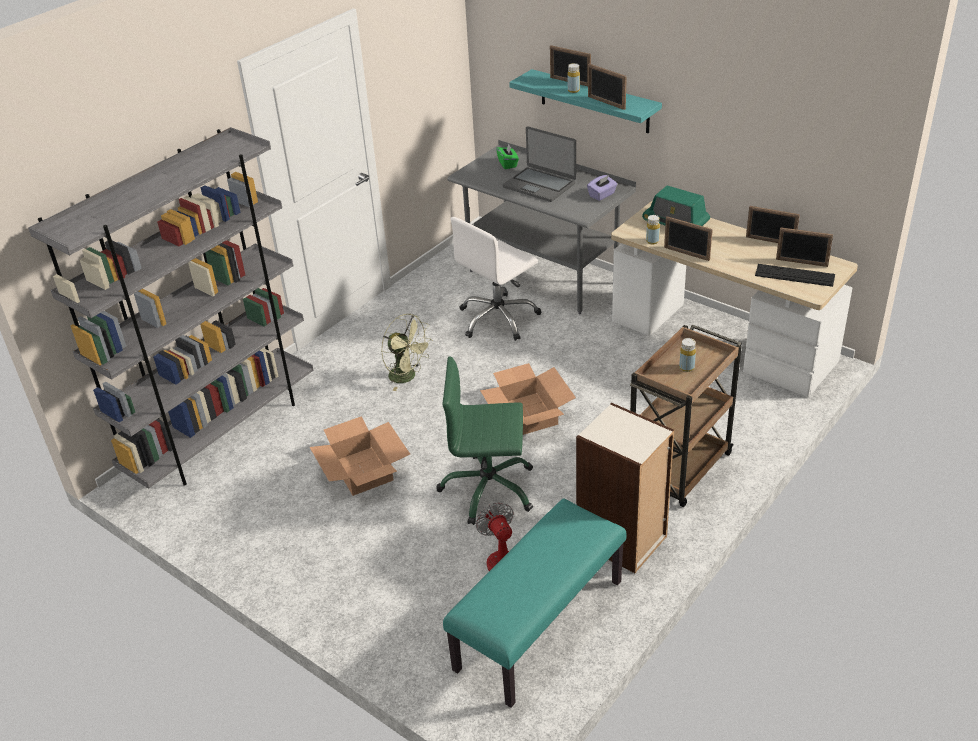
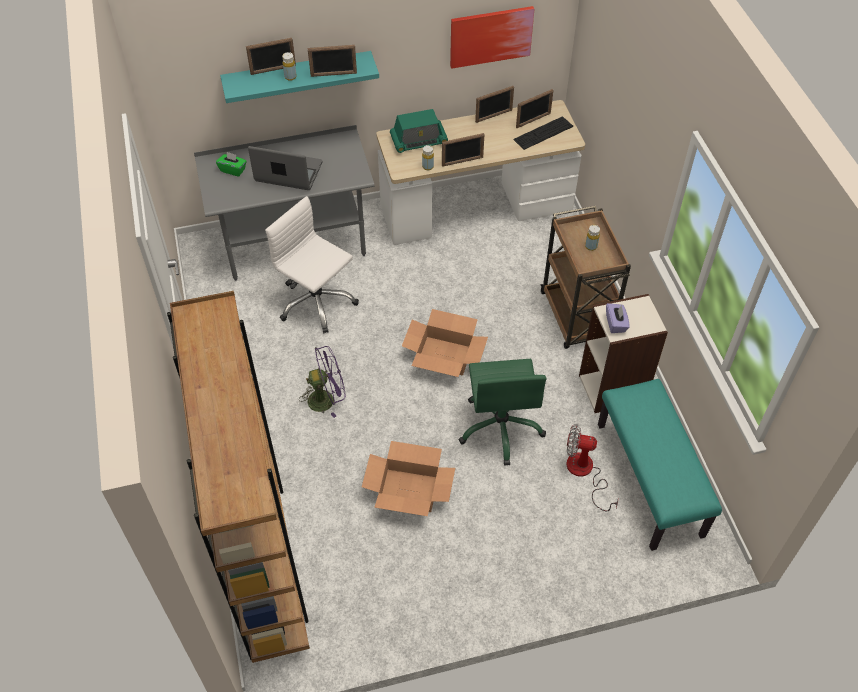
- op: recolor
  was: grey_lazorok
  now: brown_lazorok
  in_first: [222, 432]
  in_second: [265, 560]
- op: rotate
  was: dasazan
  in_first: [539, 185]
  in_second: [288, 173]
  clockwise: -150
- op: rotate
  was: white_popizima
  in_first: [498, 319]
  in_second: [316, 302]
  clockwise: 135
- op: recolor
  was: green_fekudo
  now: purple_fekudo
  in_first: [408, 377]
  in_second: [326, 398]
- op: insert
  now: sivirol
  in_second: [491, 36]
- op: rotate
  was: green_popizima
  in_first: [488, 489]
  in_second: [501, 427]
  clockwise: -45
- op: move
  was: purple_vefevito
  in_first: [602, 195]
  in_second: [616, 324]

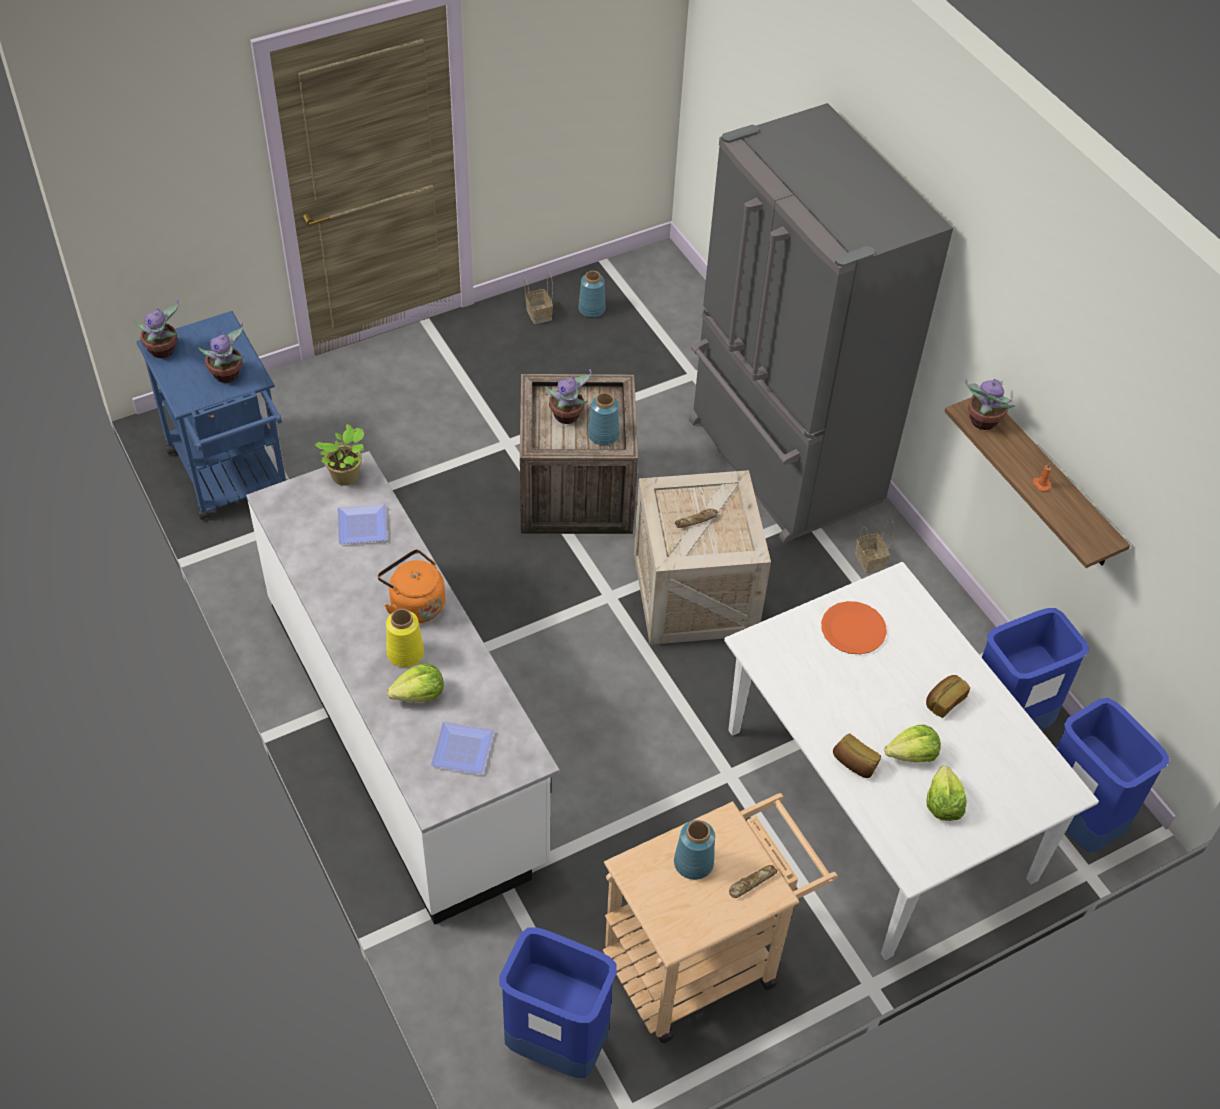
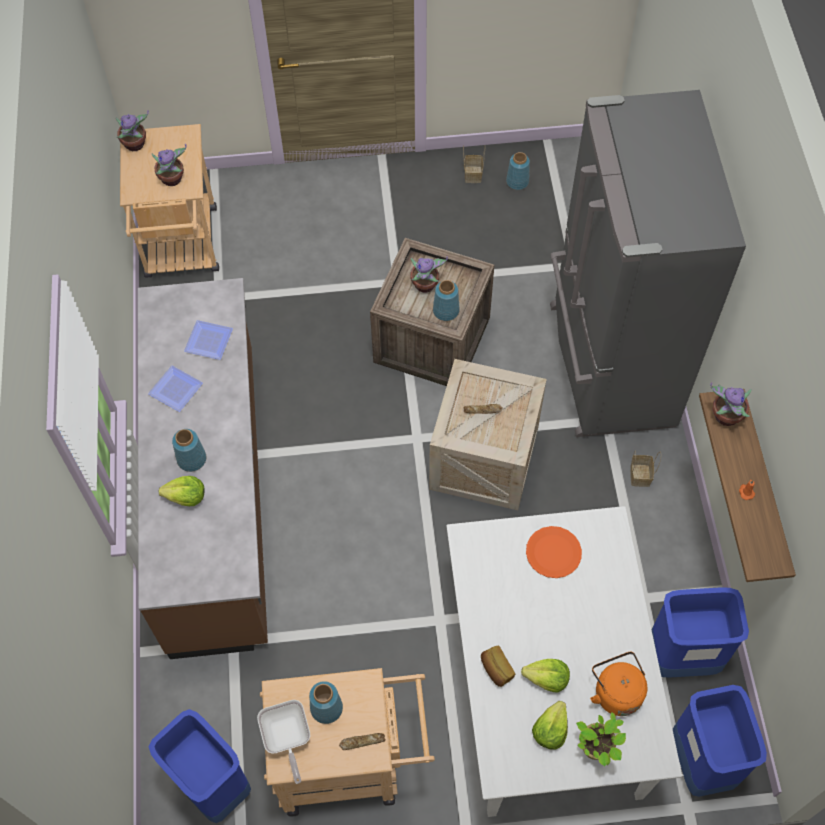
- op: recolor
  was: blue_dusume
  now: beige_dusume
  in_first: [232, 478]
  in_second: [182, 249]
- op: recolor
  was: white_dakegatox
  now: brown_dakegatox
  in_first: [405, 730]
  in_second: [216, 497]
- op: move
  was: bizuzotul
  in_first: [465, 748]
  in_second: [178, 389]
- op: recolor
  was: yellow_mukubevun
  now: blue_mukubevun
  in_first: [405, 653]
  in_second: [191, 458]
- op: insert
  now: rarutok
  in_second: [287, 738]
- op: move
  was: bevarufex
  in_first: [347, 477]
  in_second: [596, 749]
- op: move
  was: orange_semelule
  in_first: [414, 604]
  in_second: [616, 691]
- op: delete
  was: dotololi
  in_first: [944, 701]

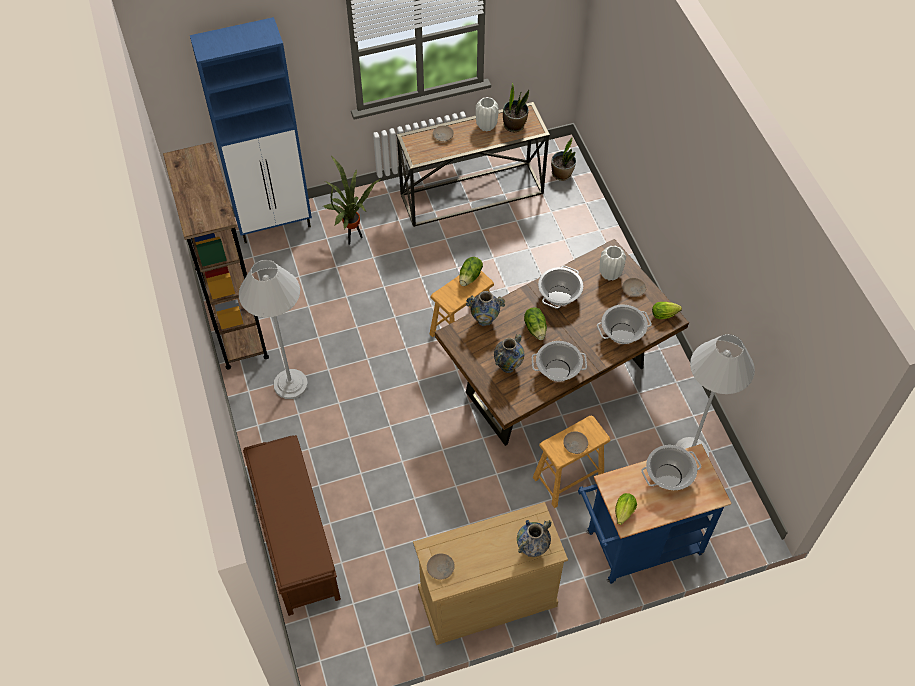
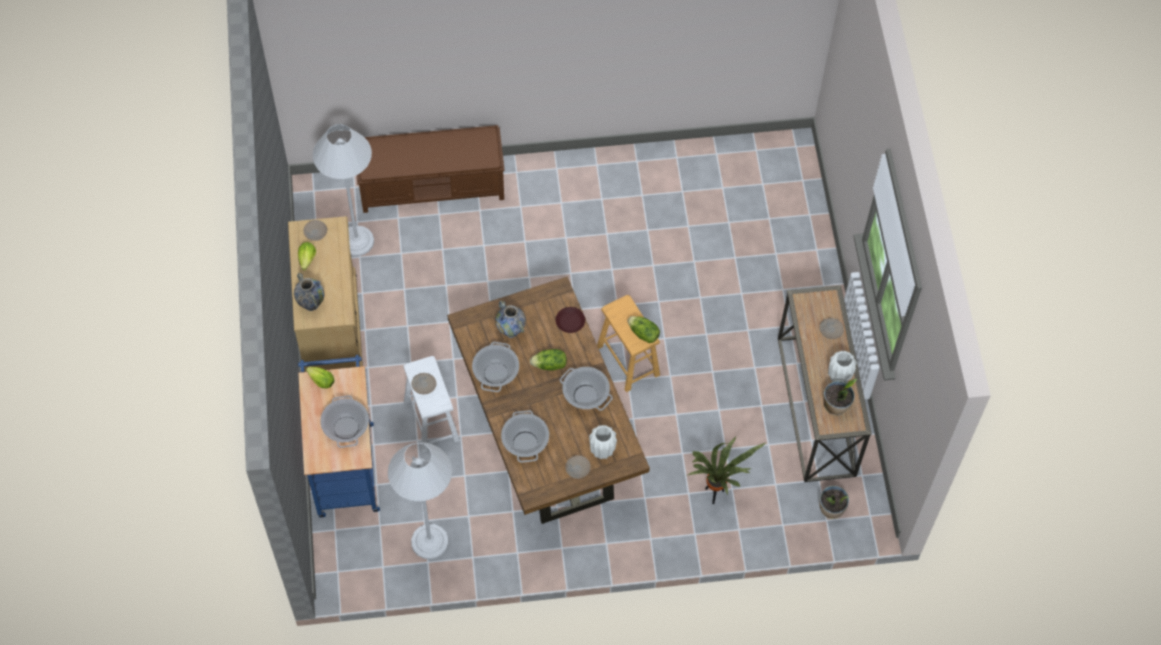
- op: move
  was: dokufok
  in_first: [665, 314]
  in_second: [307, 261]
- op: move
  was: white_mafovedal
  in_first: [290, 384]
  in_second: [356, 241]
- op: recolor
  was: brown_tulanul
  now: white_tulanul
  in_first: [568, 478]
  in_second: [431, 421]
- op: replace
  was: mukubevun
  now: brown_bizuzotul
  in_first: [484, 320]
  in_second: [570, 322]
- op: move
  was: bevarufex
  in_first: [353, 237]
  in_second: [715, 494]
- op: delete
  was: brown_lazorok
  in_first: [237, 325]
- op: delete
  was: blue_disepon
  in_first: [275, 224]

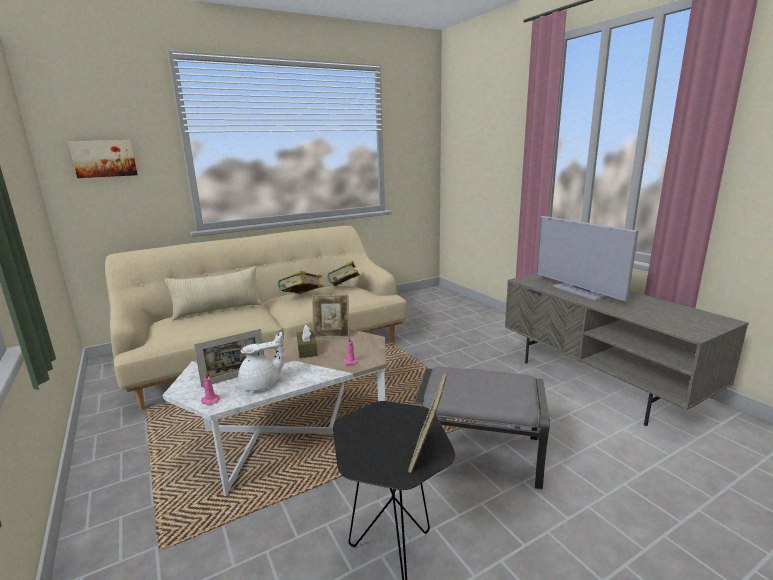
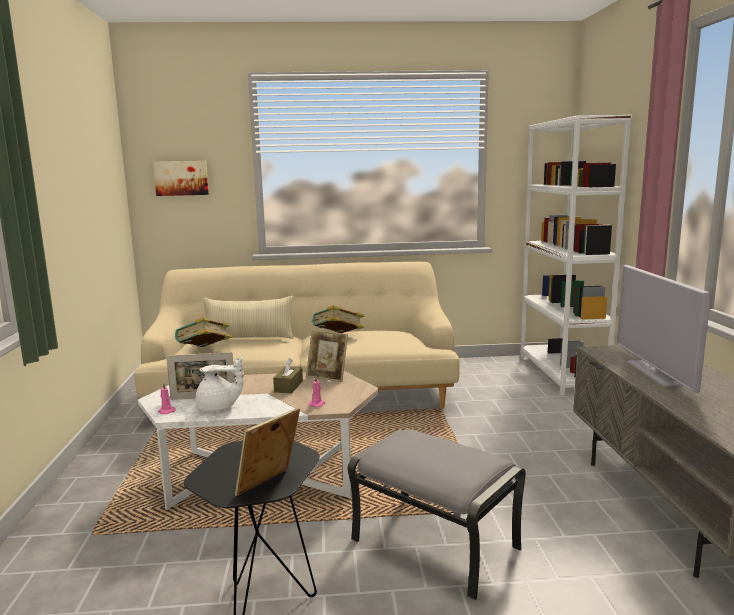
- op: move
  was: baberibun
  in_first: [344, 288]
  in_second: [204, 351]
- op: insert
  now: white_lazorok
  in_second: [561, 373]

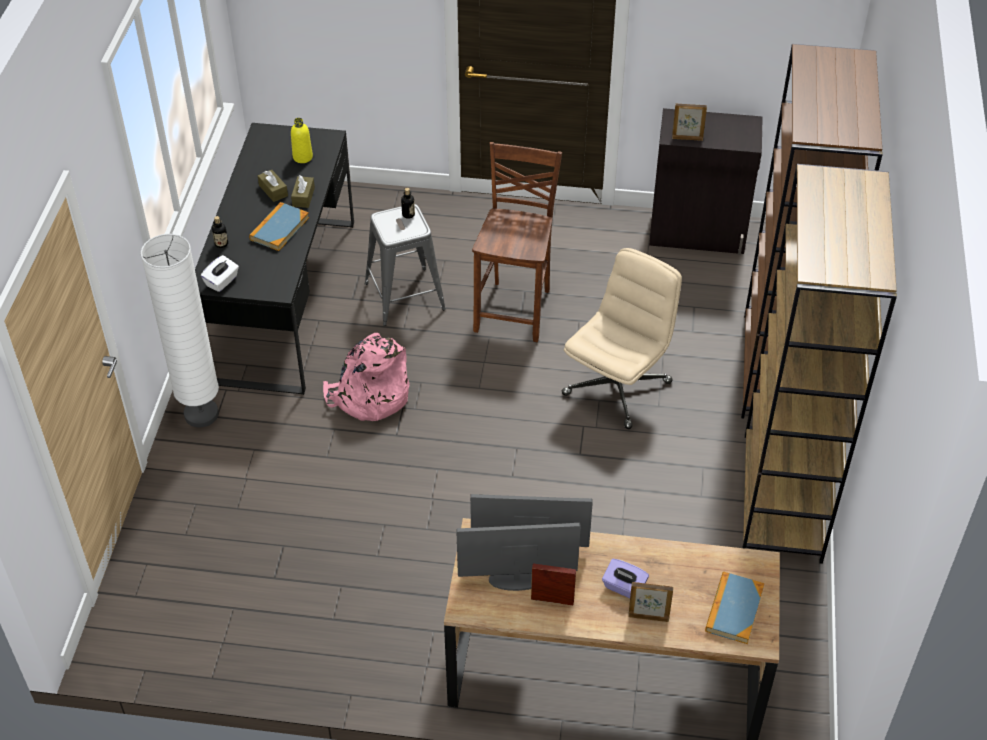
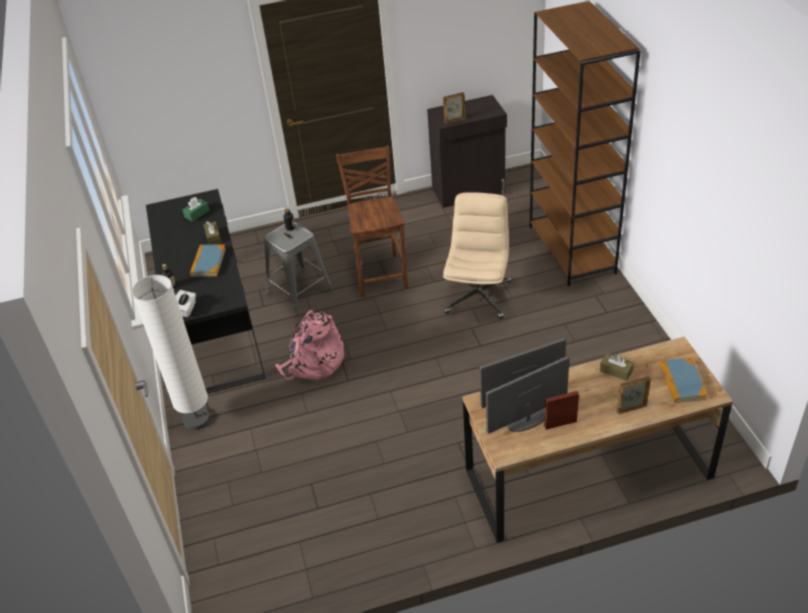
- op: replace
  was: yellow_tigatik
  now: green_vefevito
  in_first: [302, 157]
  in_second: [197, 214]
- op: move
  was: brown_vefevito
  in_first: [273, 190]
  in_second: [616, 371]
- op: delete
  was: purple_vefevito
  in_first: [624, 587]
- op: delete
  was: brown_lazorok
  in_first: [783, 498]

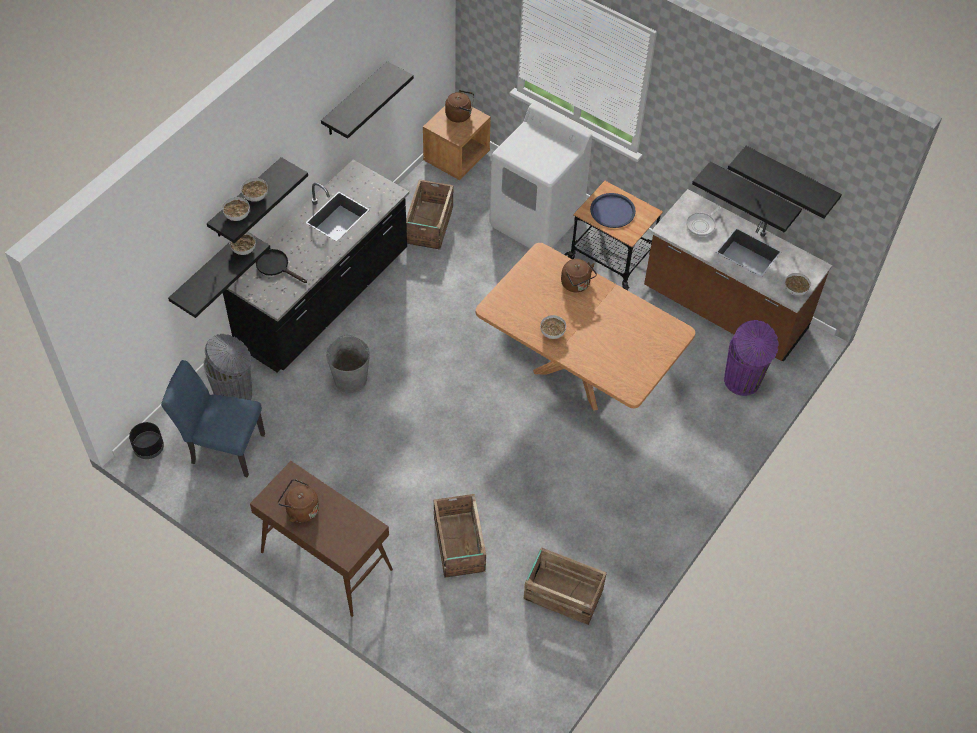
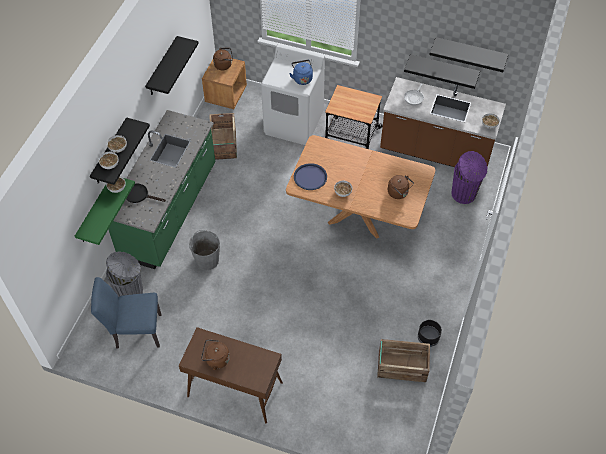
- op: recolor
  was: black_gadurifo
  now: green_gadurifo
  in_first: [208, 272]
  in_second: [95, 210]
- op: recolor
  was: black_dakegatox
  now: green_dakegatox
  in_first: [324, 299]
  in_second: [170, 211]
- op: insert
  now: blue_semelule
  in_second: [302, 78]
- op: move
  was: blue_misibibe
  in_first: [612, 211]
  in_second: [310, 177]
- op: move
  was: brown_semelule
  in_first: [576, 284]
  in_second: [399, 193]
- op: move
  was: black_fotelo
  in_first: [149, 447]
  in_second: [428, 337]
- op: delete
  was: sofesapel
  in_first: [459, 545]

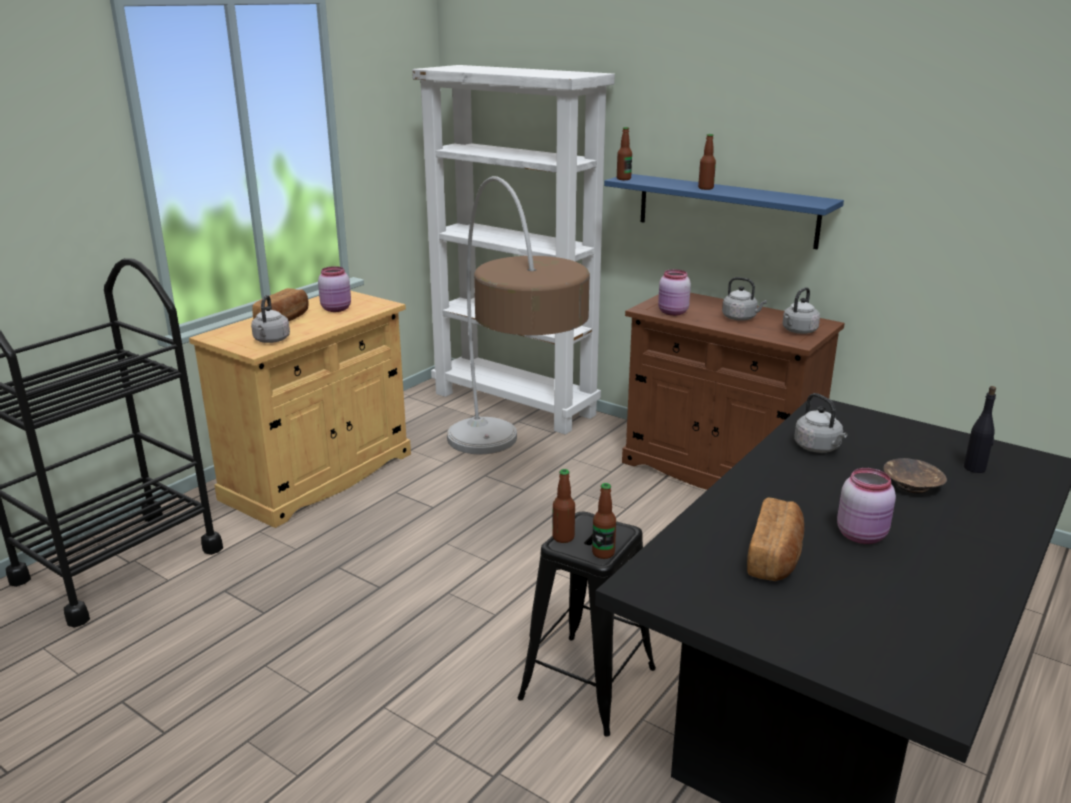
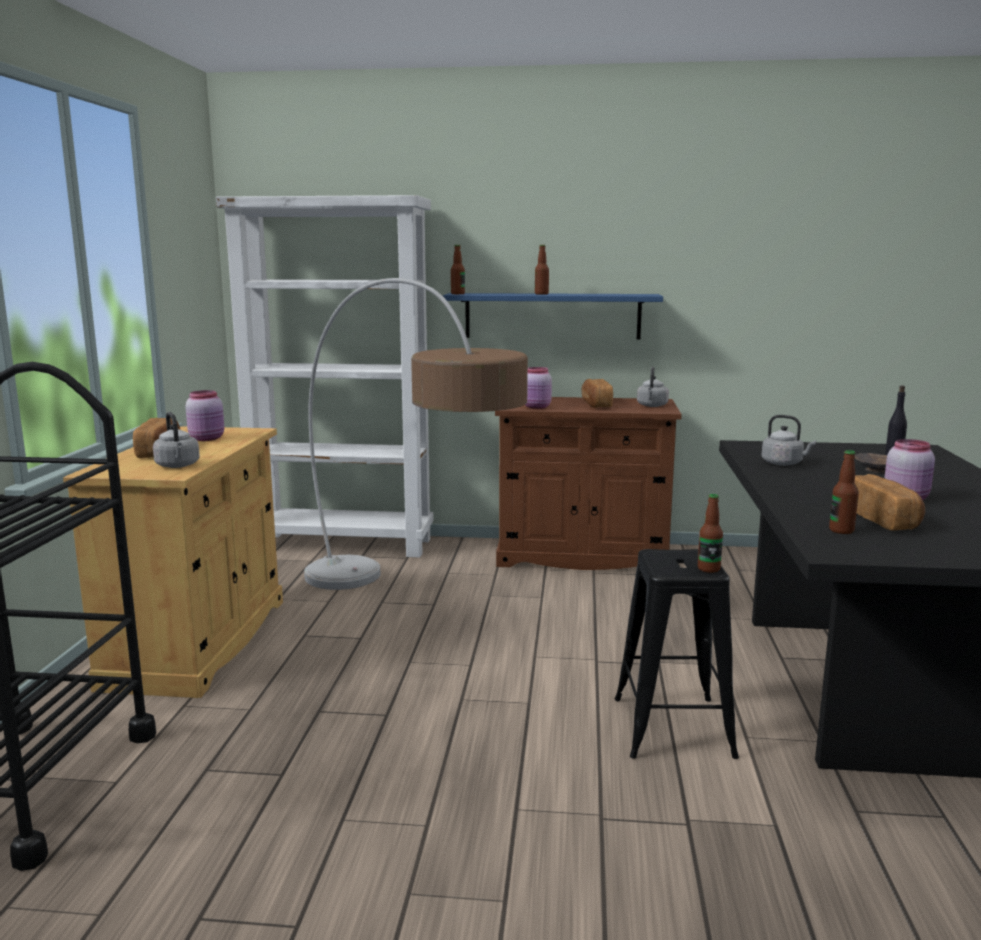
- op: replace
  was: grey_semelule
  now: dotololi
  in_first: [741, 318]
  in_second: [595, 404]
- op: move
  was: tigatik
  in_first: [563, 537]
  in_second: [841, 530]

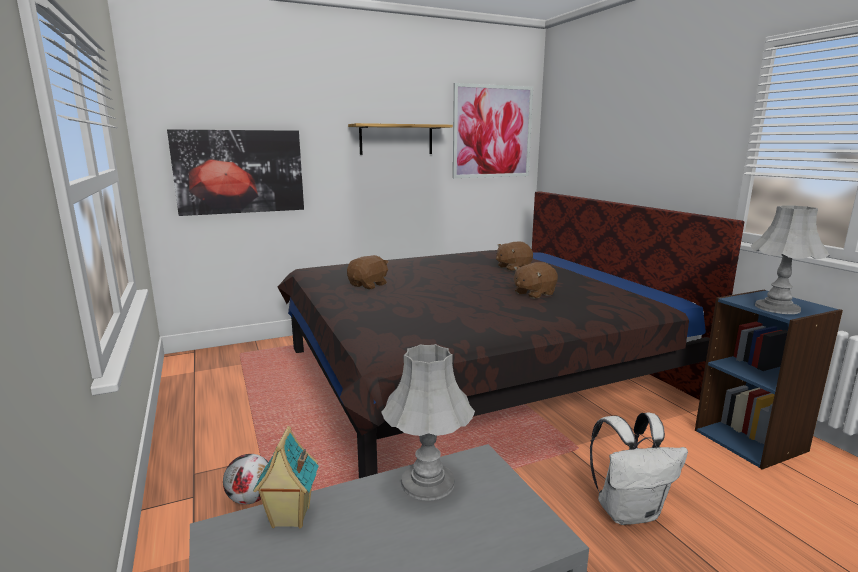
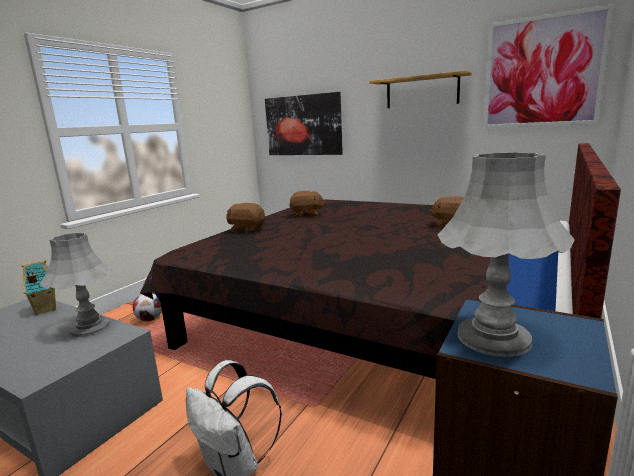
- op: move
  was: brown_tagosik
  in_first: [533, 293]
  in_second: [246, 229]

